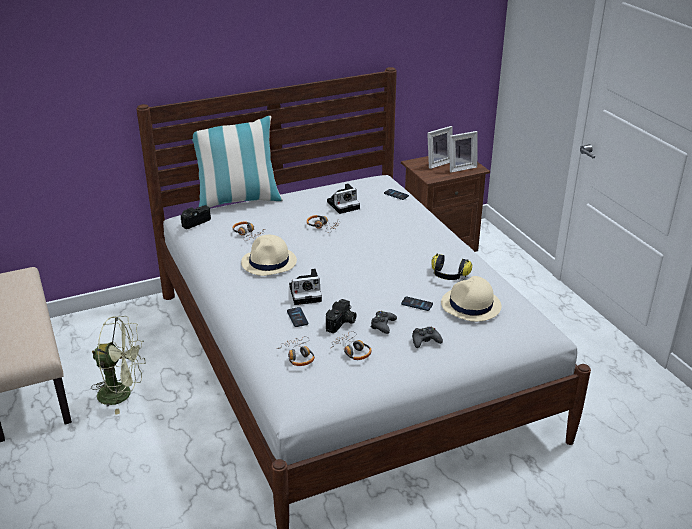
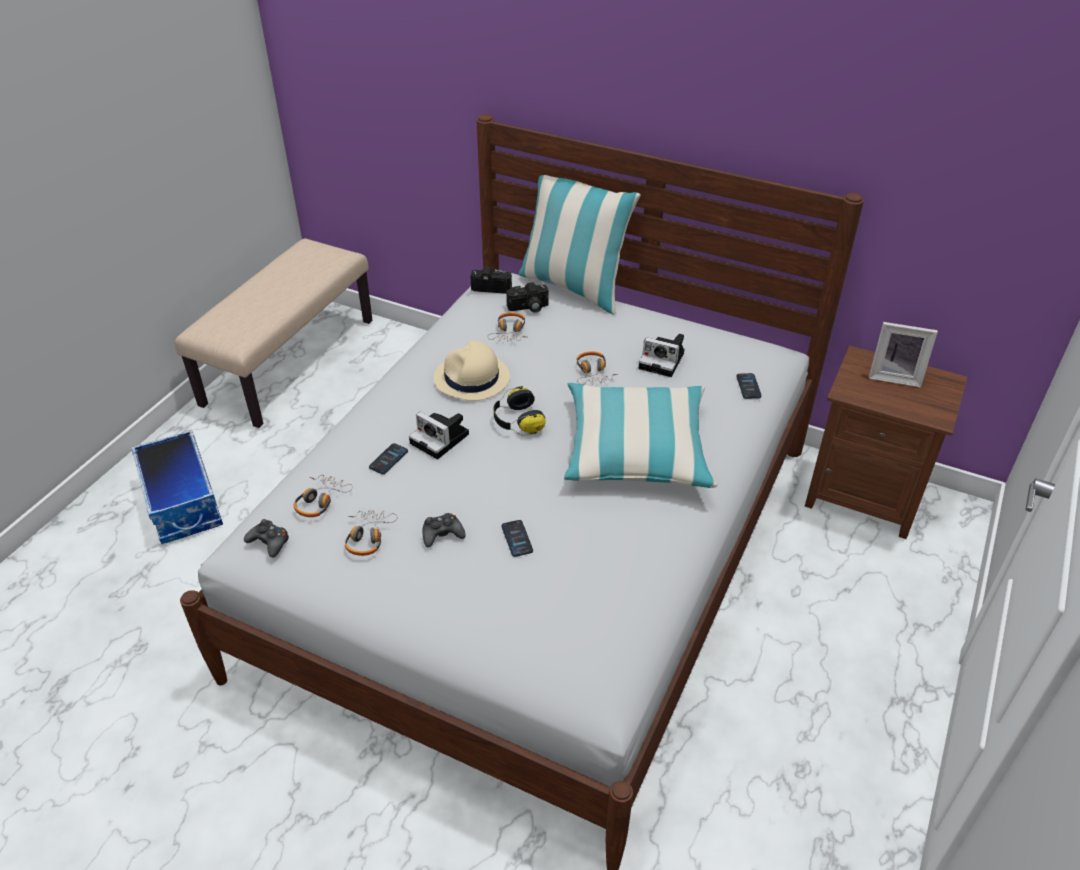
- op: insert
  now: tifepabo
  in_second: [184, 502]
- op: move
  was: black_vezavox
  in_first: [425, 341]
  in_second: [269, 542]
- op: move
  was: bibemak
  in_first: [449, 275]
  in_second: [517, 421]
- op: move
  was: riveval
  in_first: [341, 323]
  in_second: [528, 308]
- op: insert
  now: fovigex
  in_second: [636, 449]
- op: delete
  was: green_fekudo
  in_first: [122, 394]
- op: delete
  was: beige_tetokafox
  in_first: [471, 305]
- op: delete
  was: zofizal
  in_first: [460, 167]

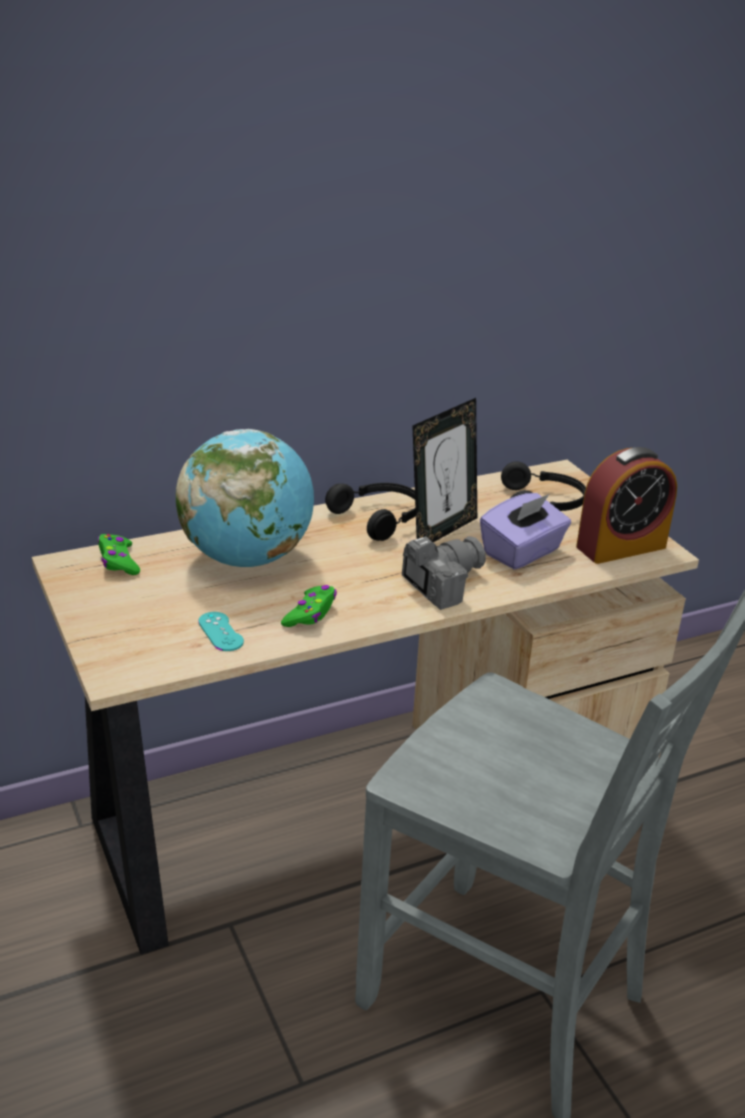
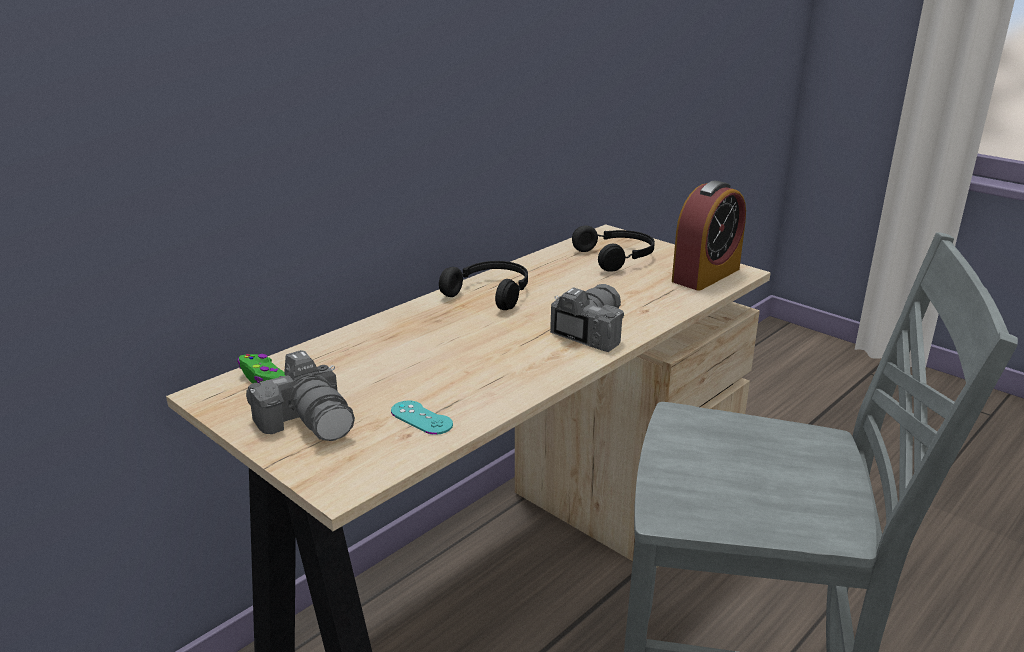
- op: insert
  now: riveval
  in_second: [308, 420]
- op: delete
  was: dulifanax
  in_first: [247, 558]
- op: delete
  was: green_vezavox
  in_first: [310, 613]
- op: delete
  was: zofizal
  in_first: [441, 531]
- op: delete
  was: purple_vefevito
  in_first: [522, 552]

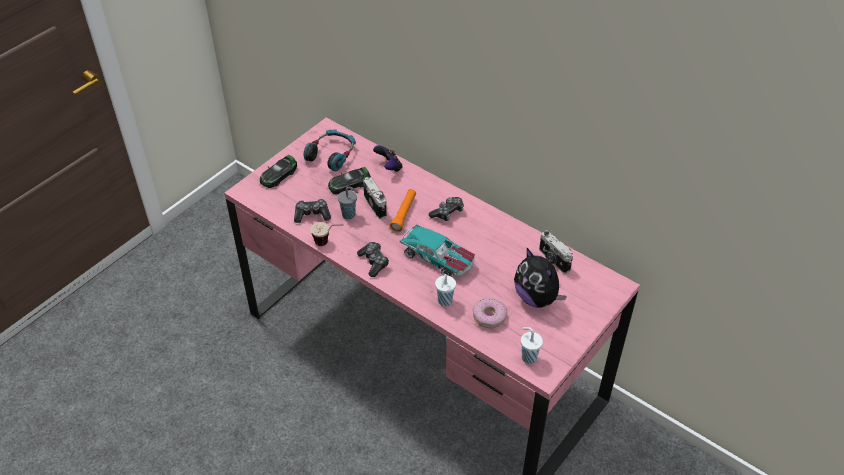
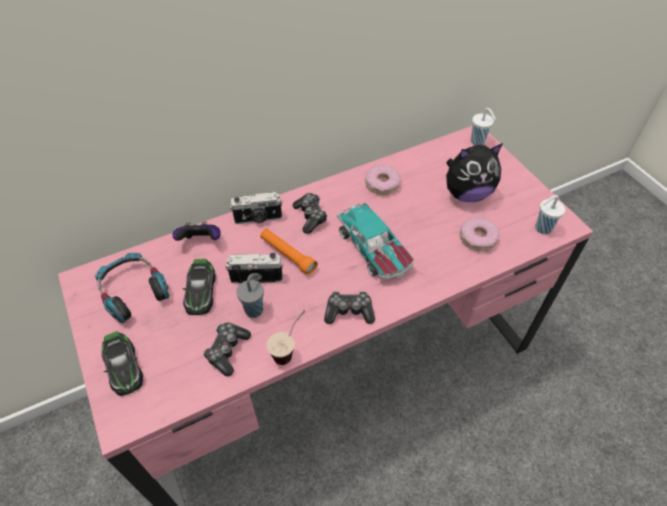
- op: move
  was: riveval
  in_first: [553, 260]
  in_second: [258, 219]
- op: rotate
  was: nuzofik
  in_first: [438, 258]
  in_second: [374, 249]
  clockwise: 90
- op: insert
  now: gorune
  in_second: [382, 184]
- op: move
  was: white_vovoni
  in_first: [444, 301]
  in_second: [478, 142]

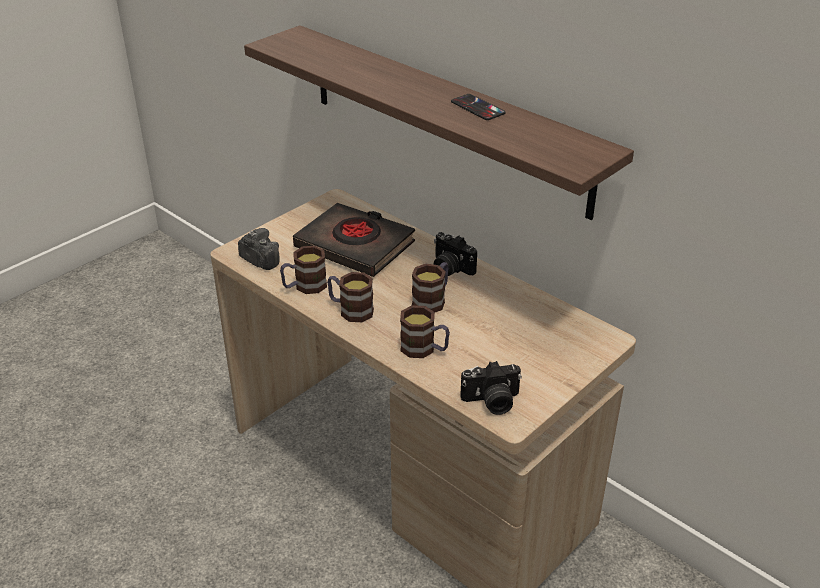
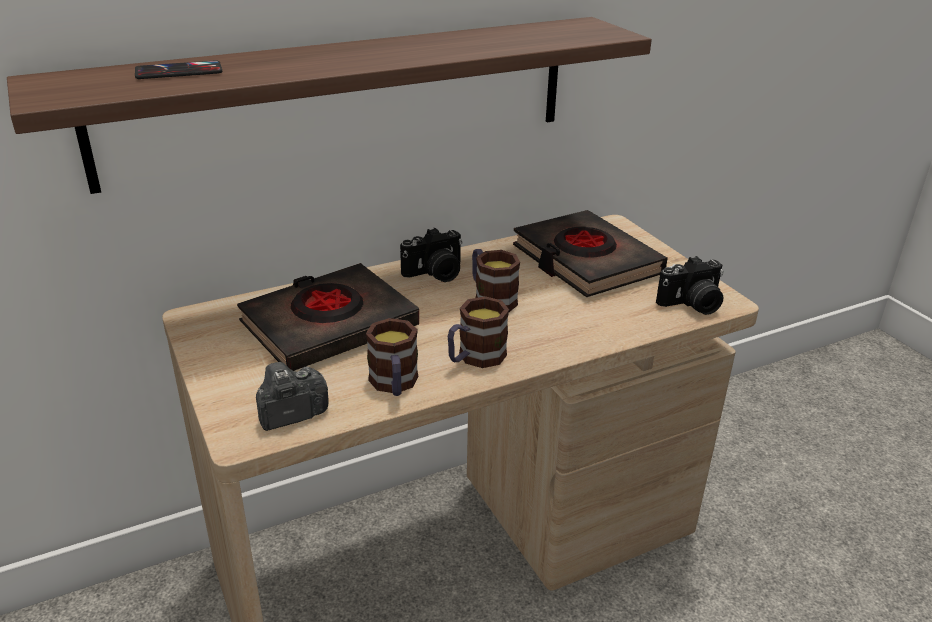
- op: move
  was: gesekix
  in_first: [477, 108]
  in_second: [179, 71]
- op: insert
  now: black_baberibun
  in_second: [585, 261]
- op: rotate
  was: riveval
  in_first: [491, 402]
  in_second: [692, 305]
  clockwise: 60
- op: delete
  was: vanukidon
  in_first: [424, 349]

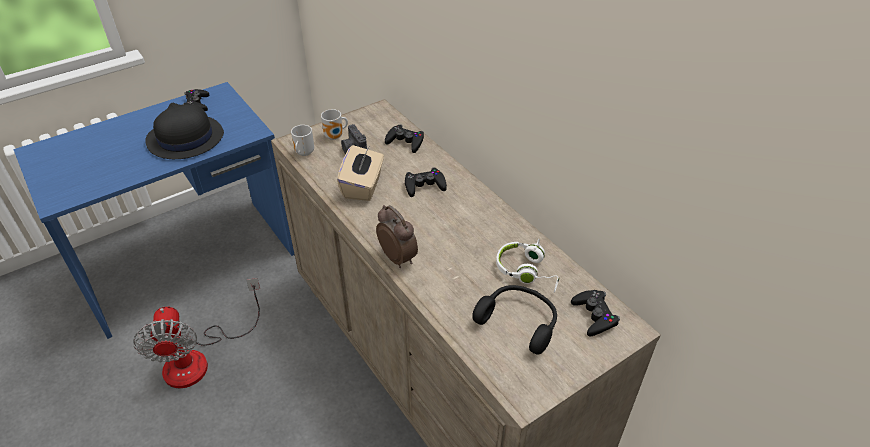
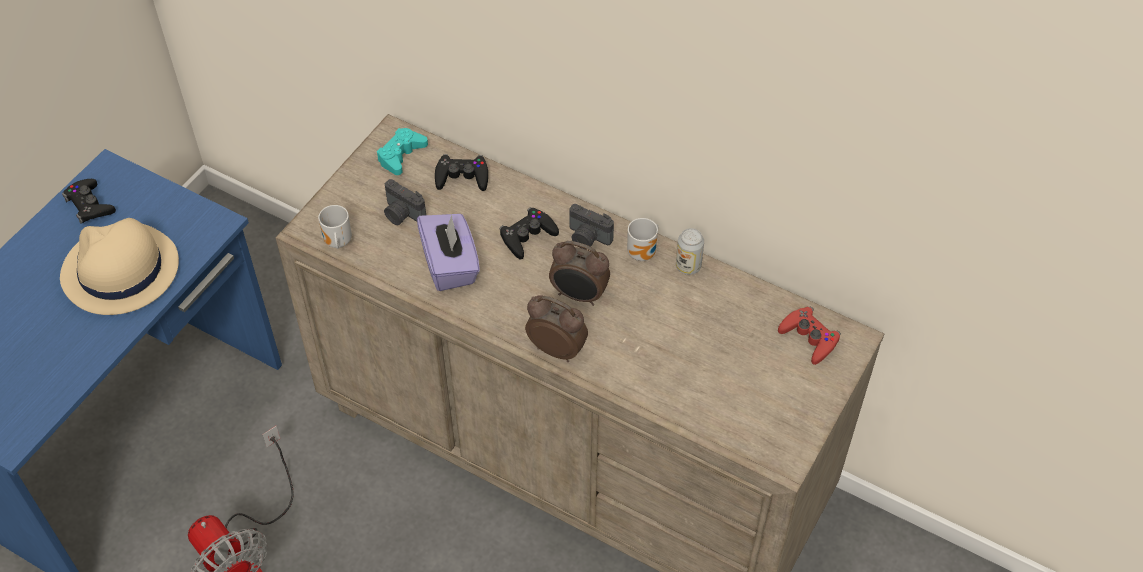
- op: recolor
  was: black_tetokafox
  now: beige_tetokafox
  in_first: [185, 138]
  in_second: [120, 271]
- op: insert
  now: turquoise_vezavox
  in_second: [401, 155]
- op: recolor
  was: beige_vefevito
  now: purple_vefevito
  in_first: [363, 186]
  in_second: [450, 265]
- op: insert
  now: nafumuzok
  in_second: [579, 295]
- op: insert
  now: riveval
  in_second: [587, 238]
- op: move
  was: vanukidon
  in_first: [335, 137]
  in_second: [643, 253]
- op: insert
  now: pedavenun
  in_second: [688, 266]
- op: recolor
  was: black_vezavox
  now: red_vezavox
  in_first: [594, 316]
  in_second: [809, 338]
- op: delete
  was: black_bibemak
  in_first: [519, 322]
- op: delete
  was: white_bibemak
  in_first: [527, 271]

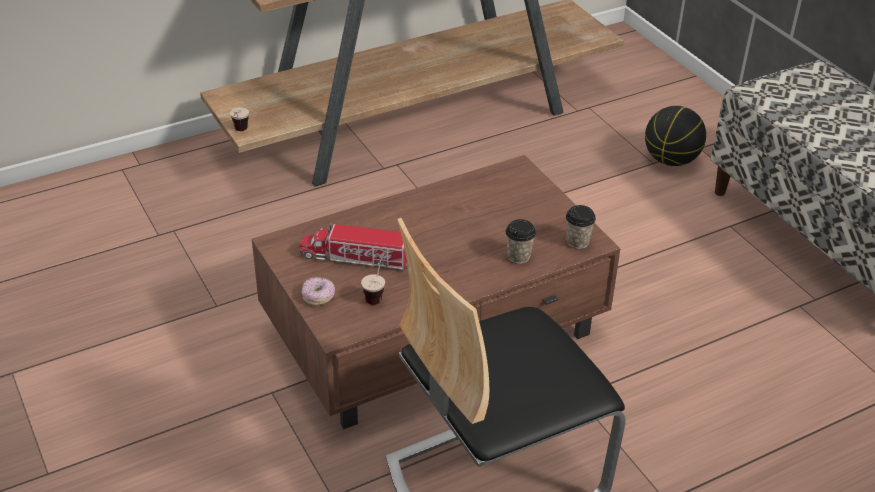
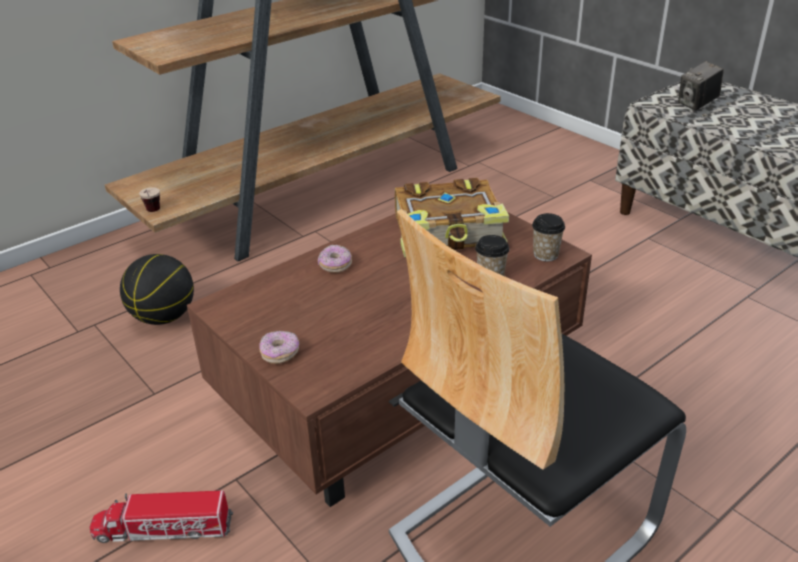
- op: move
  was: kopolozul
  in_first: [355, 257]
  in_second: [164, 529]
- op: move
  was: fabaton
  in_first: [671, 160]
  in_second: [164, 317]
- op: insert
  now: gorune
  in_second: [335, 265]
- op: insert
  now: baberibun
  in_second: [449, 233]
- op: insert
  now: riveval
  in_second: [697, 104]
- op: delete
  was: vovoni
  in_first: [377, 293]

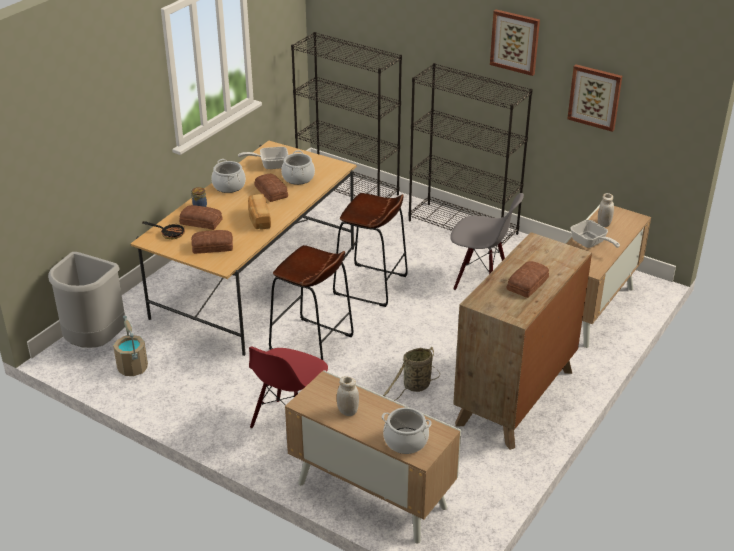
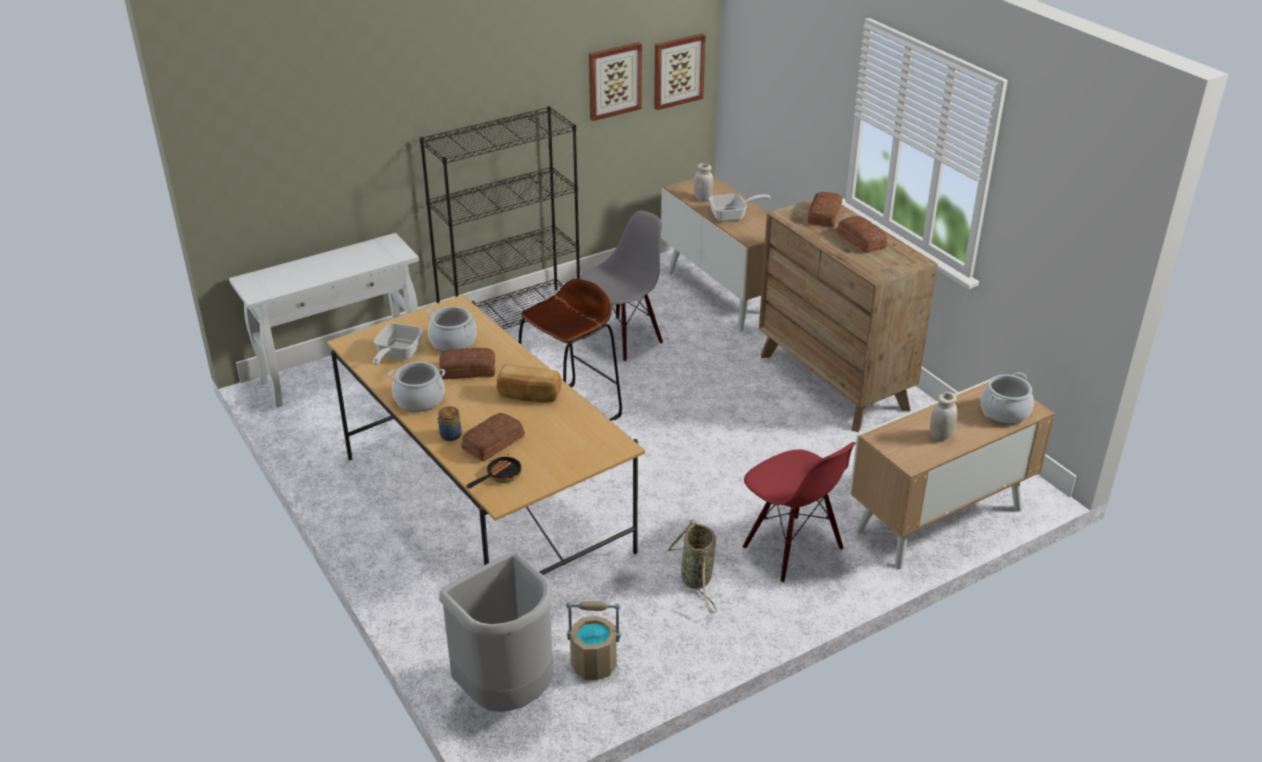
- op: replace
  was: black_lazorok
  now: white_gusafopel
  in_first: [348, 188]
  in_second: [342, 371]
- op: move
  was: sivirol
  in_first: [515, 41]
  in_second: [678, 71]
- op: move
  was: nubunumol
  in_first: [415, 387]
  in_second: [697, 581]
- op: move
  was: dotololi
  in_first: [213, 247]
  in_second: [825, 215]
- op: delete
  was: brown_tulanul
  in_first: [311, 344]

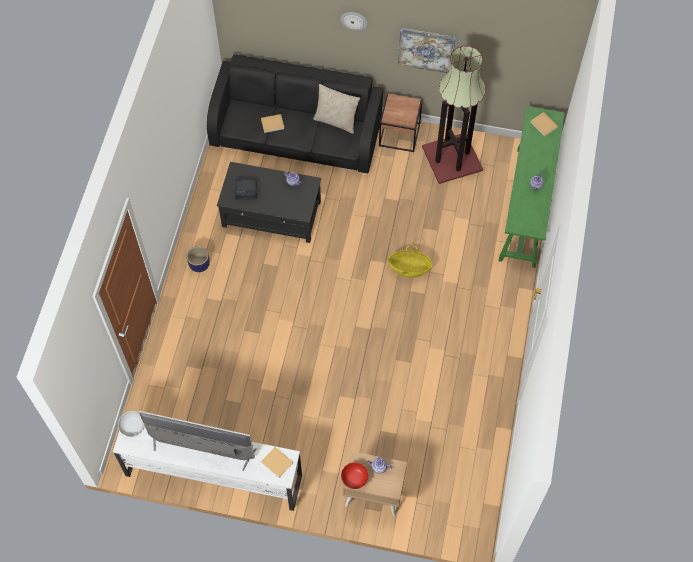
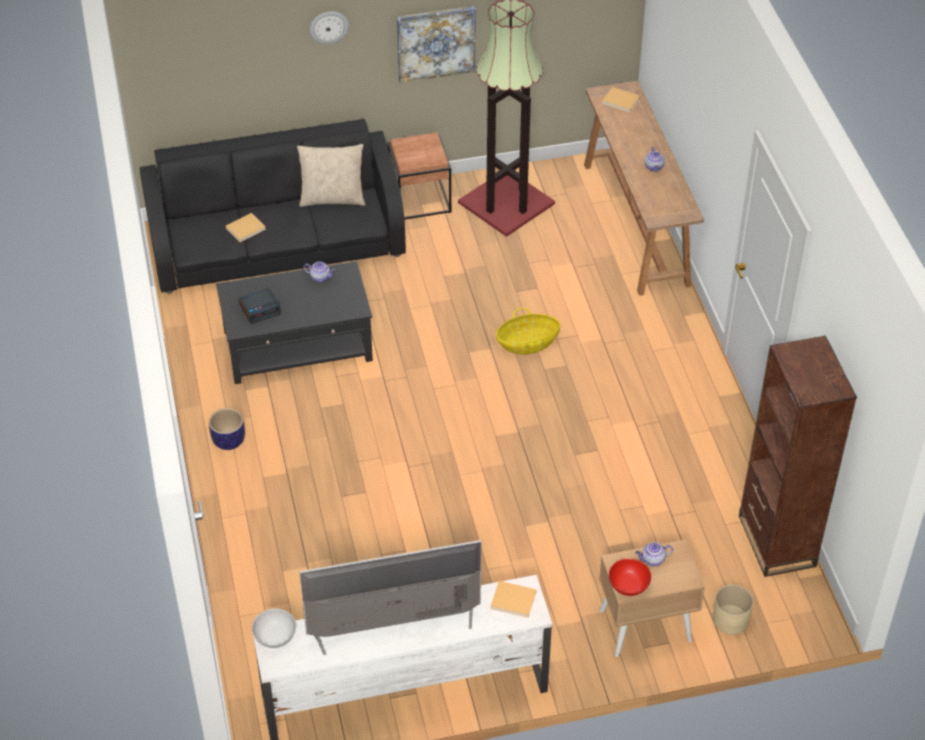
- op: recolor
  was: green_gusafopel
  now: brown_gusafopel
  in_first: [526, 206]
  in_second: [636, 224]
- op: insert
  now: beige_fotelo
  in_second: [730, 619]
- op: insert
  now: brown_lazorok
  in_second: [776, 541]

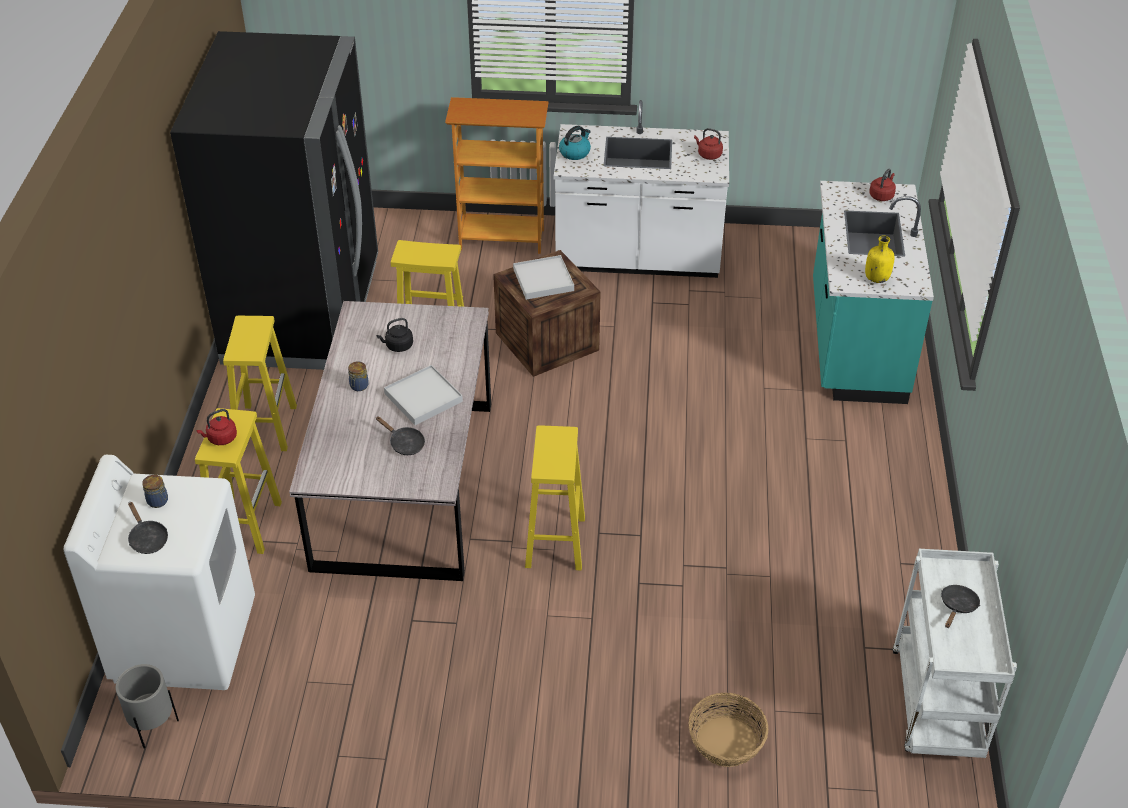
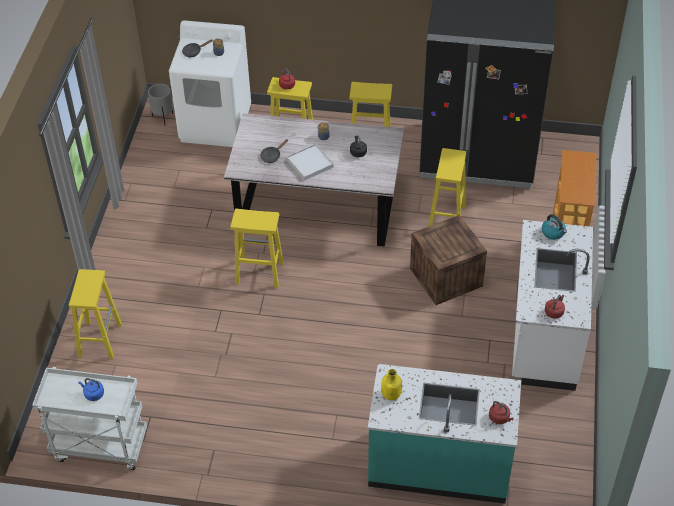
- op: replace
  was: nubunumol
  now: yellow_tulanul
  in_first: [725, 742]
  in_second: [100, 339]
- op: replace
  was: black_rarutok
  now: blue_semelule
  in_first: [957, 606]
  in_second: [93, 394]
- op: delete
  was: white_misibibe
  in_first: [543, 280]

